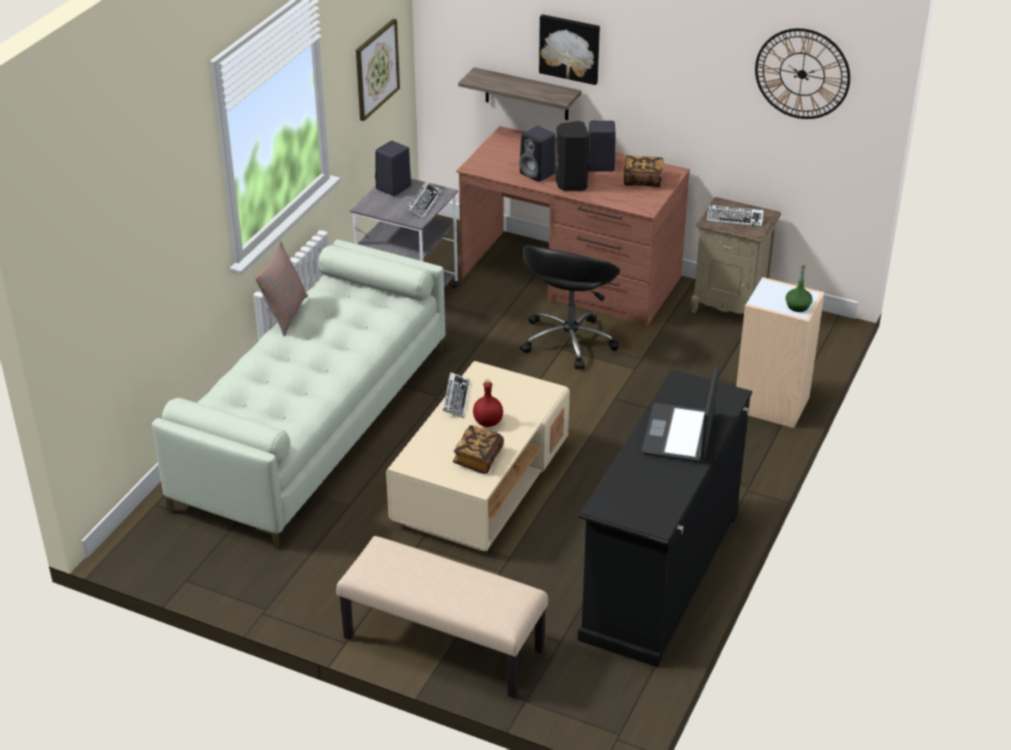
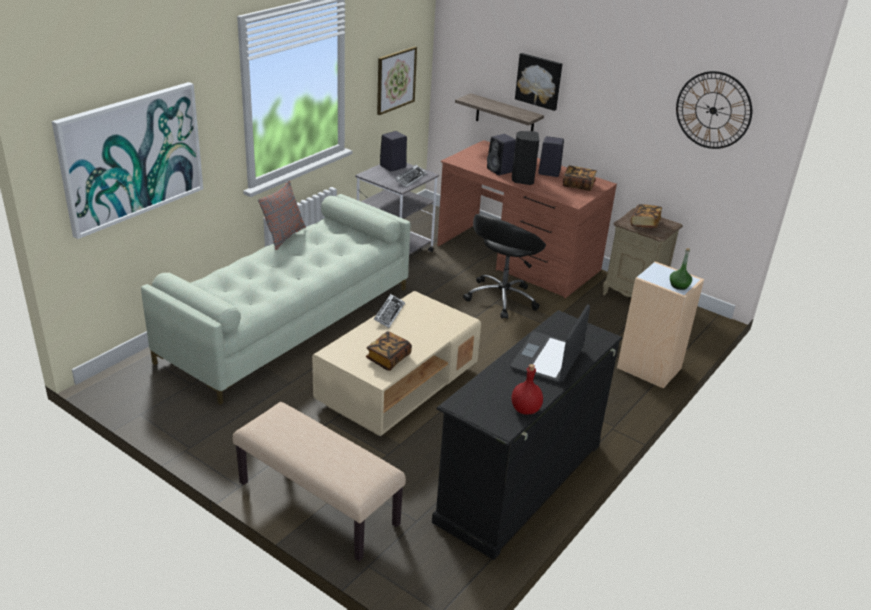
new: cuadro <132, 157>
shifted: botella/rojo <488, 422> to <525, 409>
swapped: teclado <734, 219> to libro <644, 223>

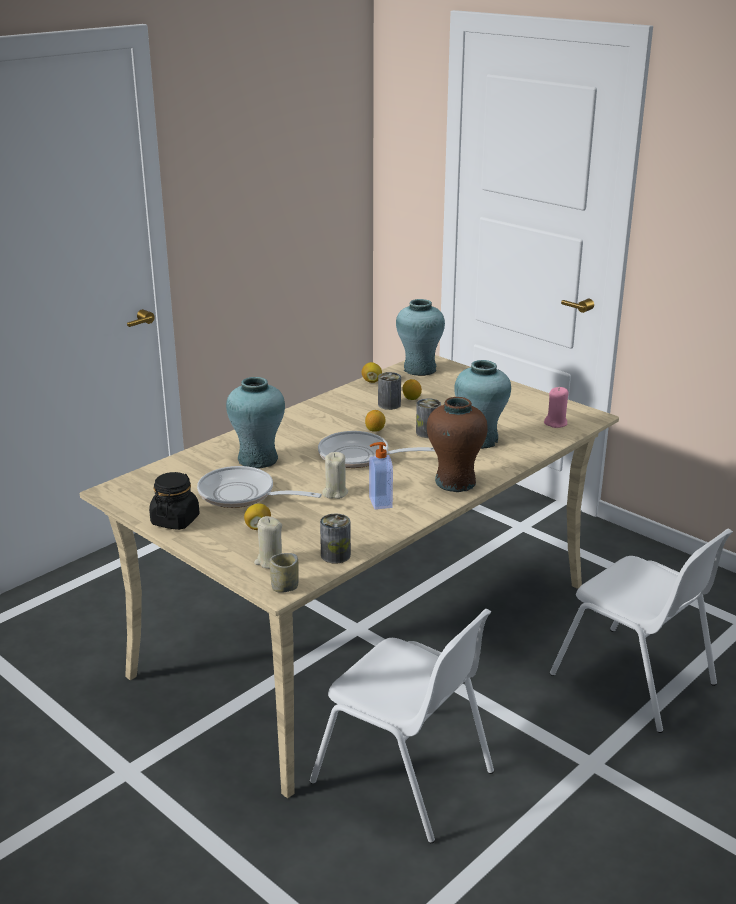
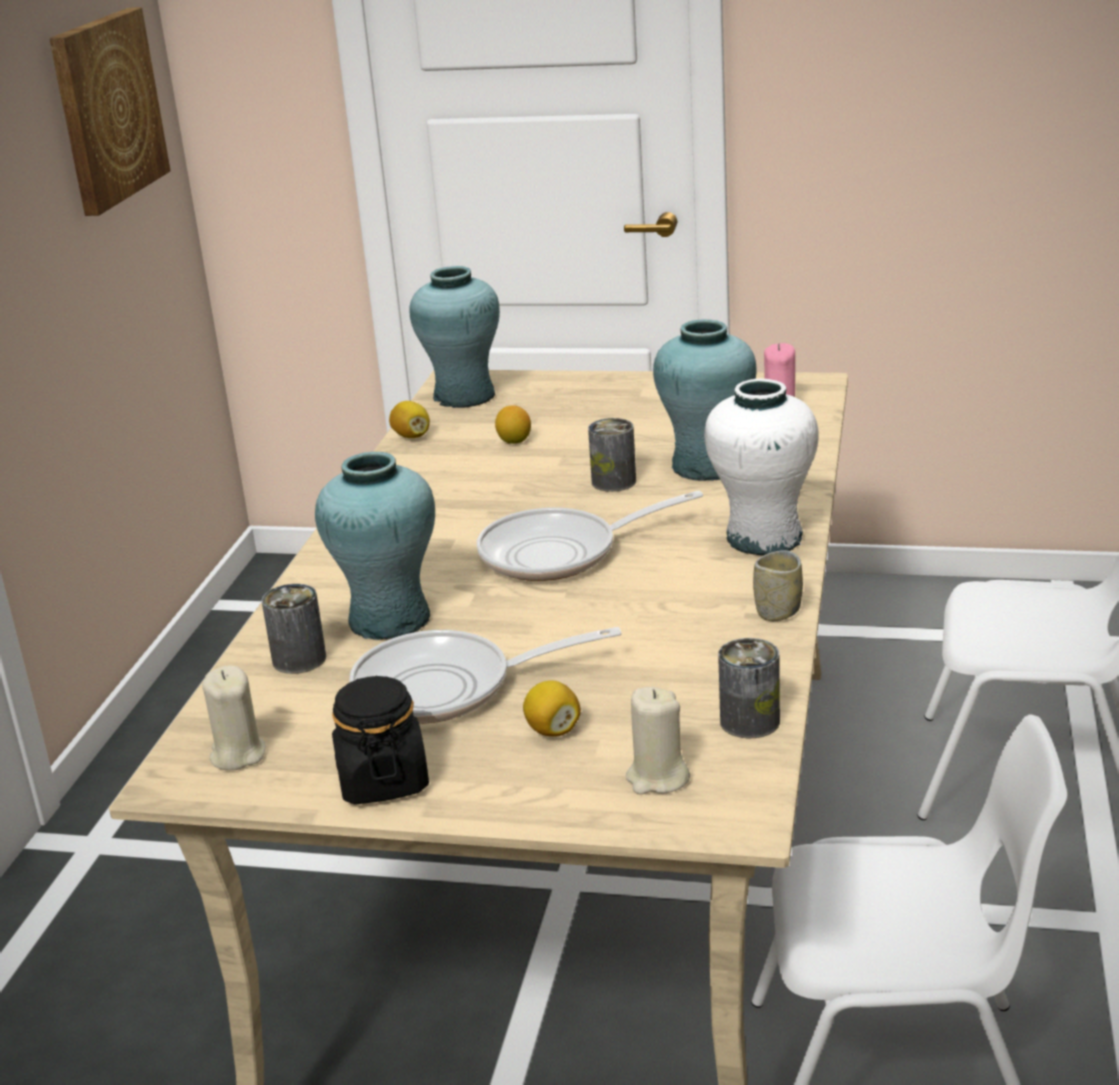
gone: limón <375, 430>; dispensador de jabón <379, 503>
new: cuadro <106, 109>
shifted: taza <285, 587> to <778, 612>; vela/beis <335, 493> to <237, 754>; lata <389, 404> to <299, 659>
repainted: florero/marrón <455, 482> to florero/blanco <763, 538>

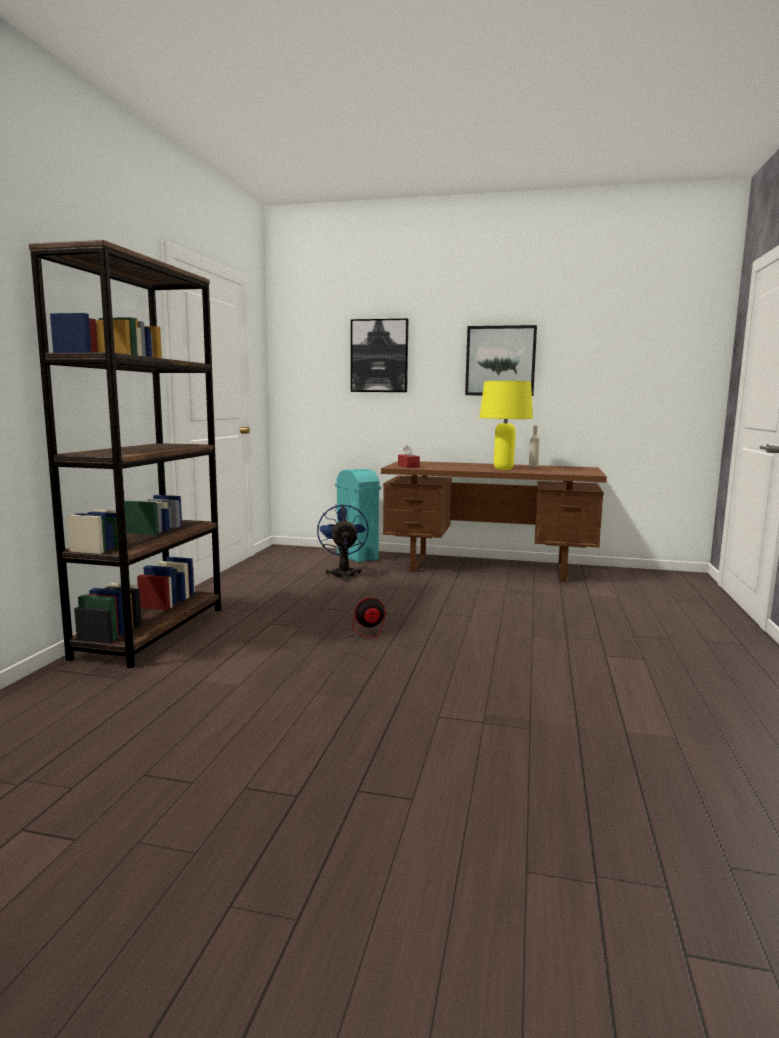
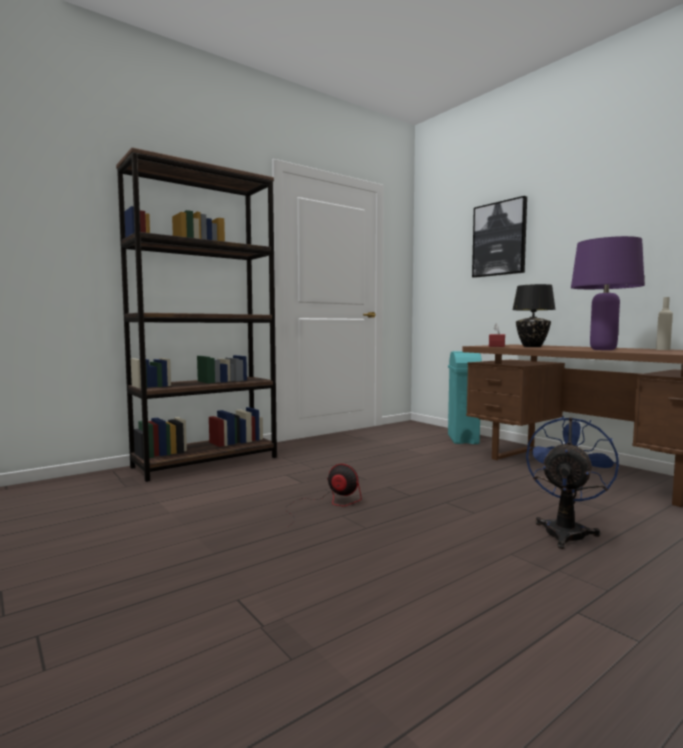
gone: cuadro <500, 361>
new: lámpara de mesa/negro <532, 346>
shifted: ventilador/azul <343, 573> to <566, 531>
repainted: lámpara de mesa/amarillo <503, 469> to lámpara de mesa/morado <602, 349>

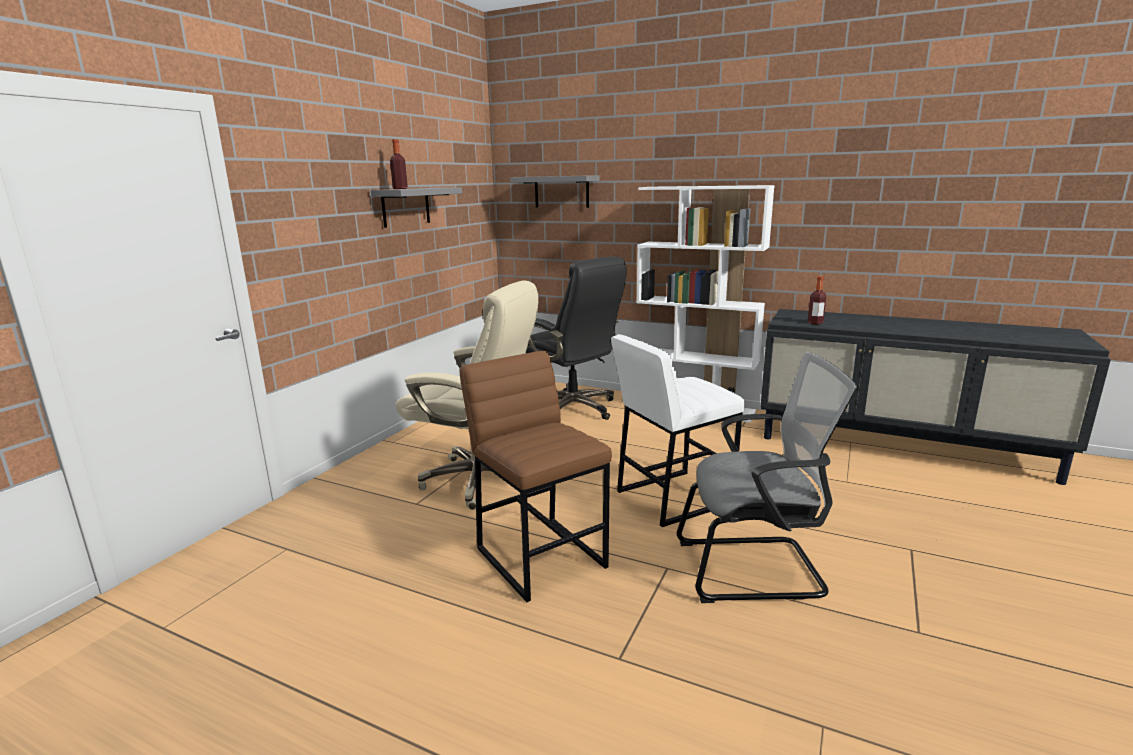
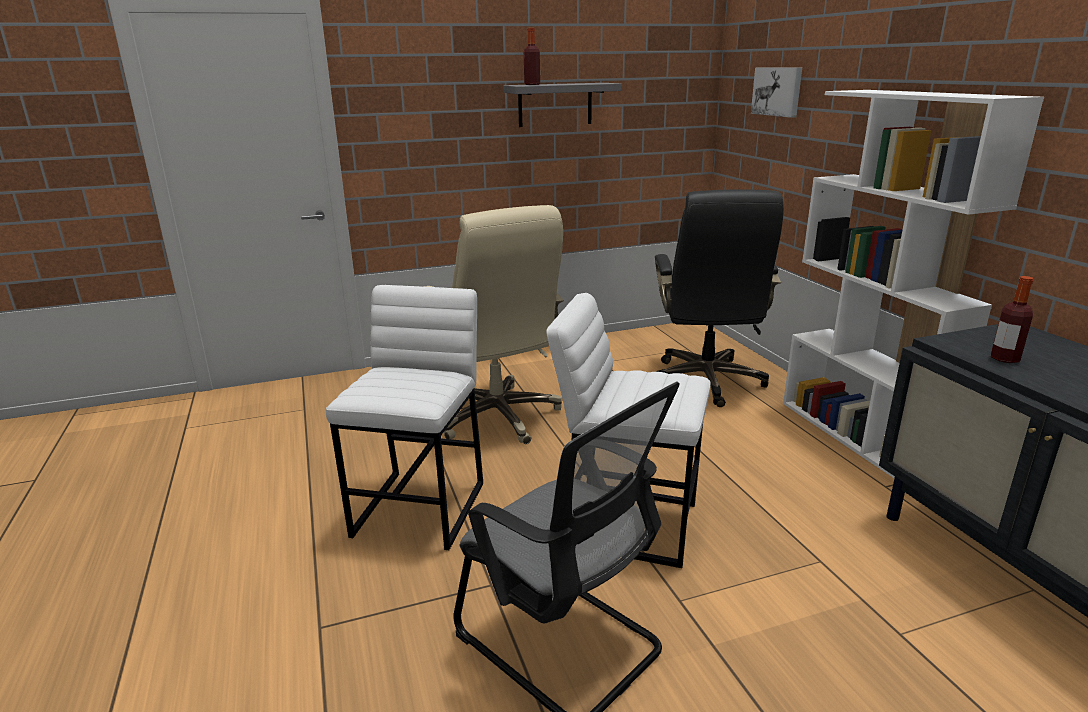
swapped: estante/gris <561, 191> to cuadro <778, 91>
repainted: silla/marrón <539, 556> to silla/blanco <421, 506>

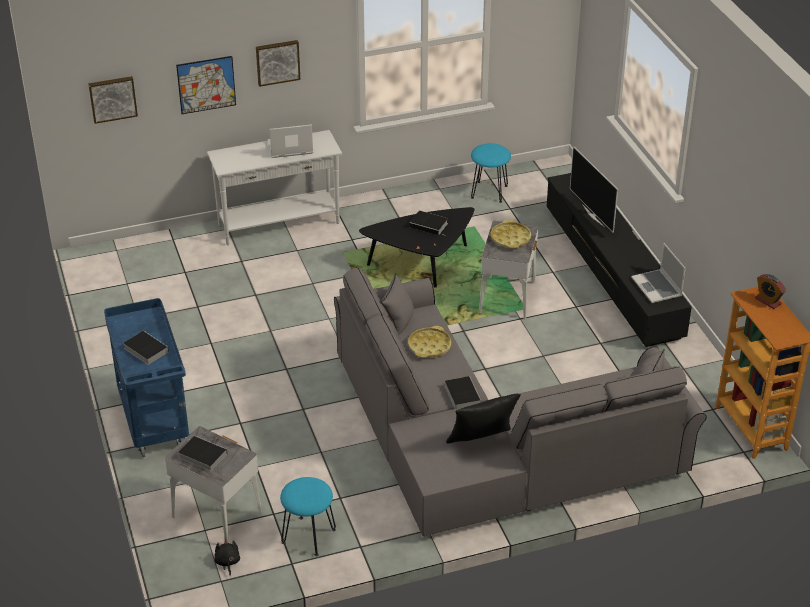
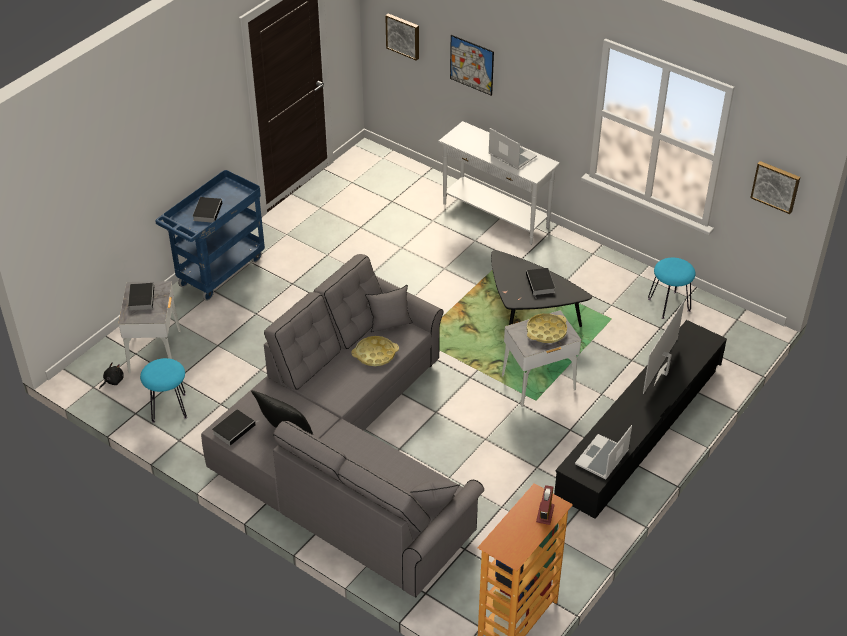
shifted: cuadro <277, 62> to <776, 186>; libro <461, 394> to <234, 428>

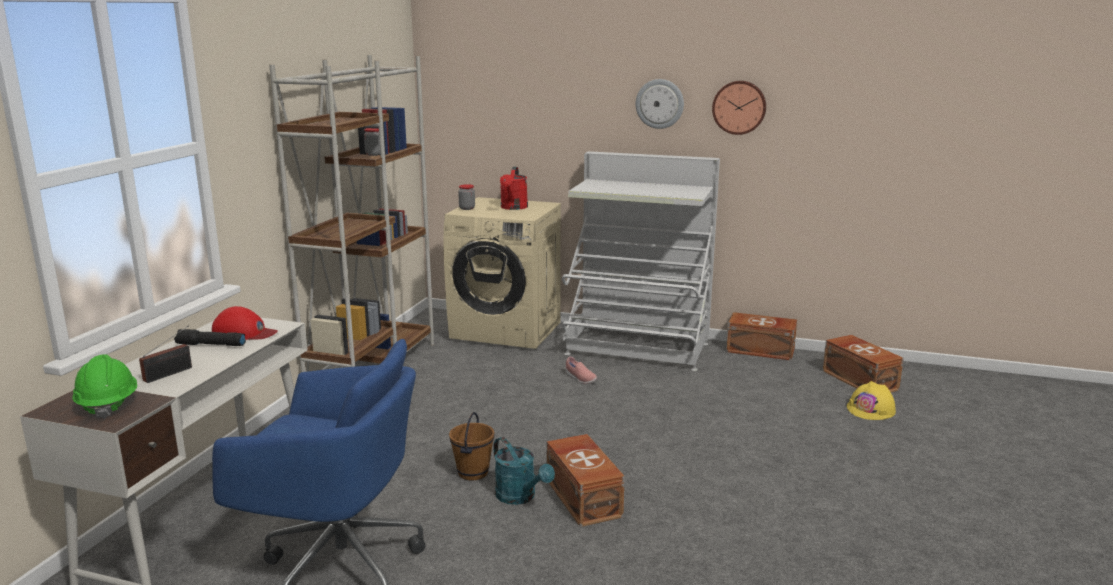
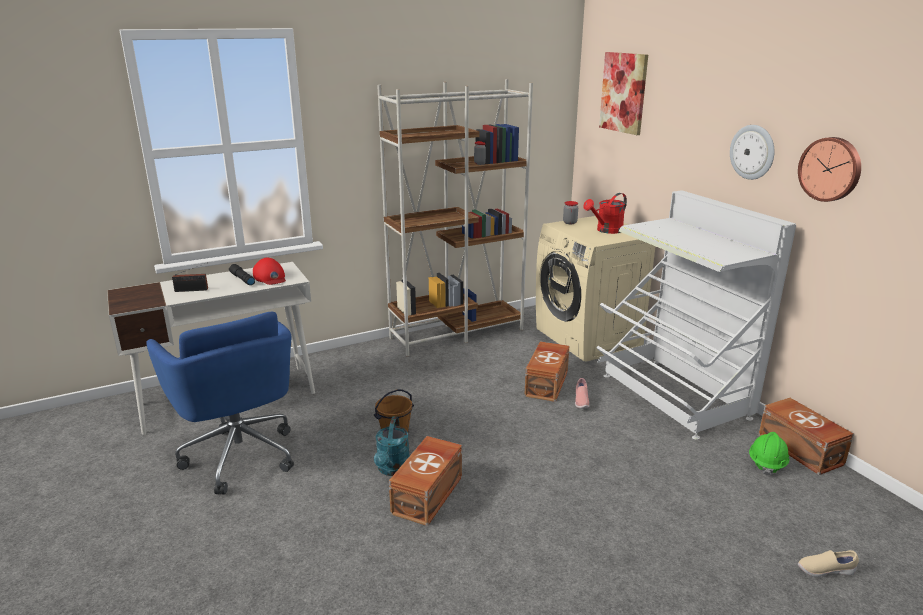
new: cuadro <624, 92>
shifted: casco/verde <108, 404> to <767, 463>; caja de almacenaje/marrón <859, 379> to <547, 383>
swapped: casco/amarillo <871, 409> to zapato/beis <824, 570>

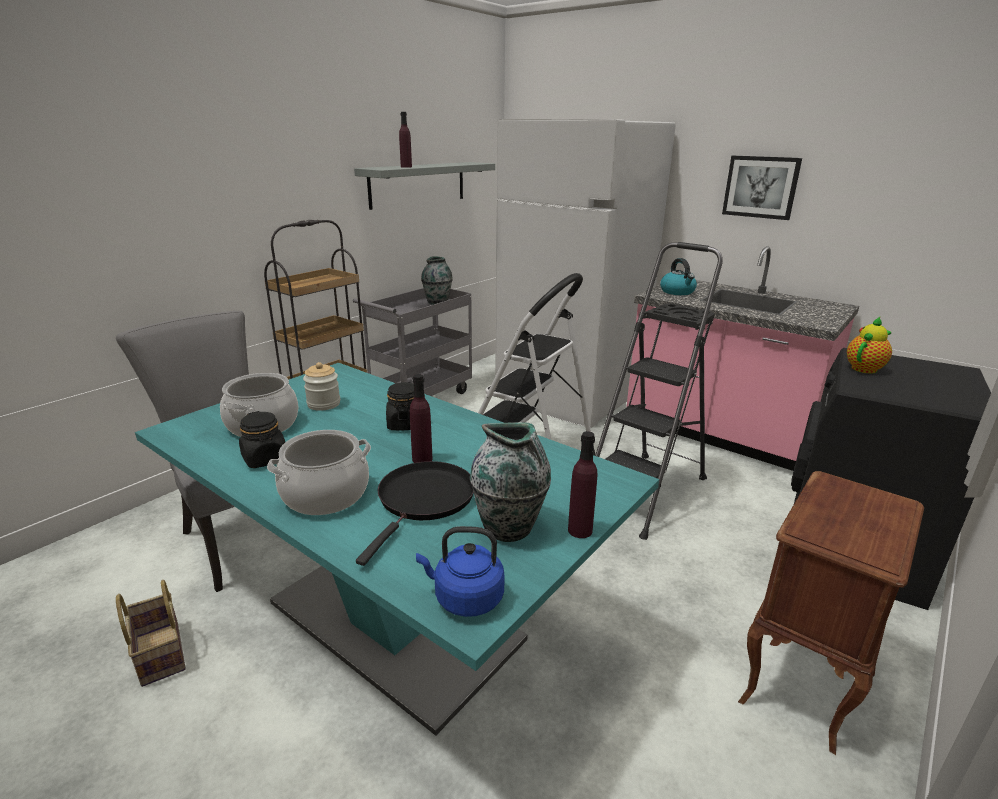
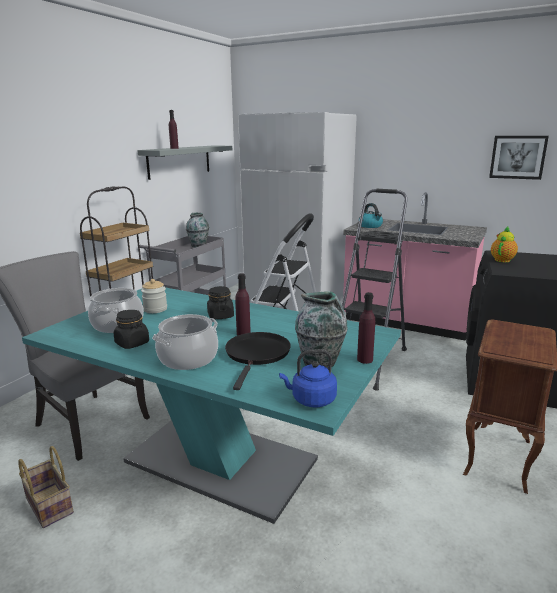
shifted: cuadro <761, 187> to <518, 157>

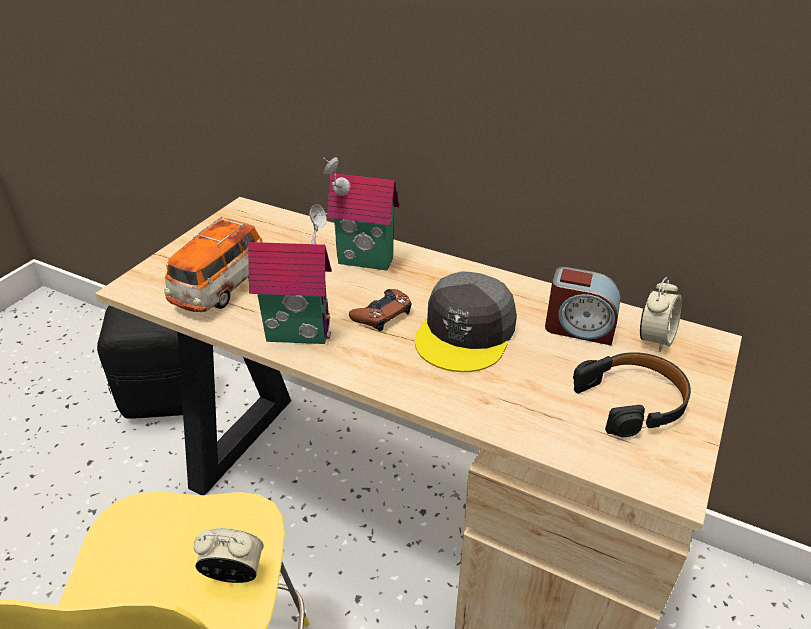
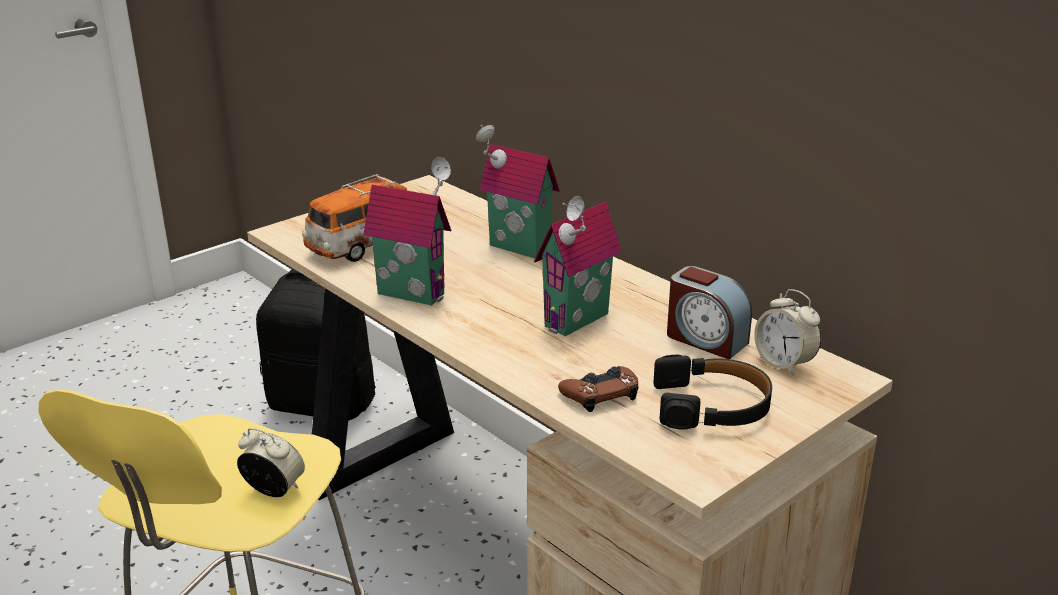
shifted: mando de consola/marrón <382, 314> to <600, 394>
swapped: gorra/gris <466, 332> to casita <579, 322>
rotated: despertador <654, 339> = <784, 363> 90 degrees clockwise

